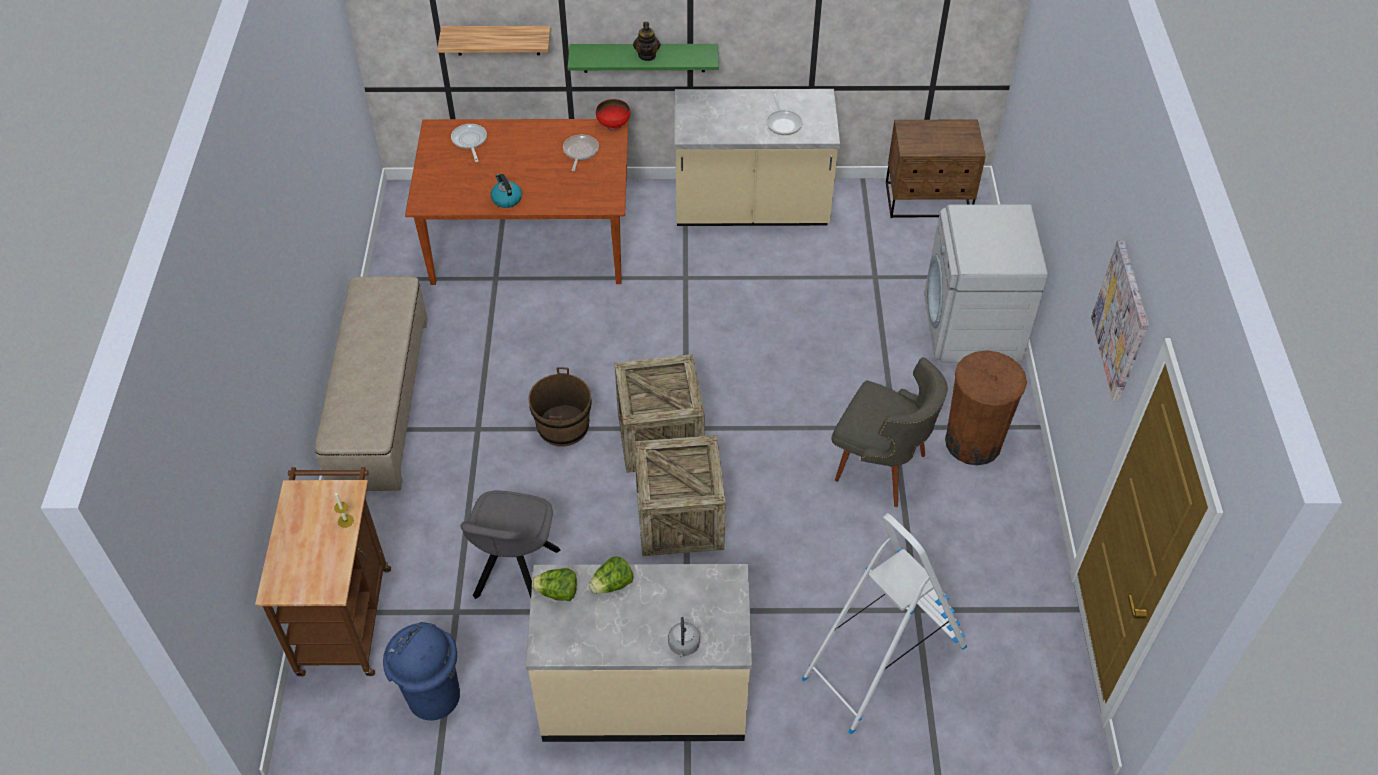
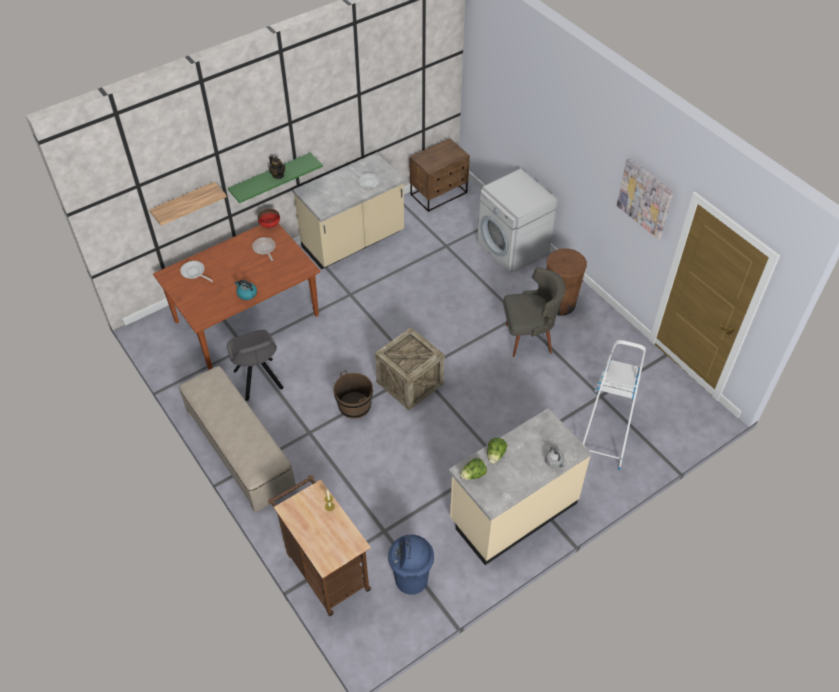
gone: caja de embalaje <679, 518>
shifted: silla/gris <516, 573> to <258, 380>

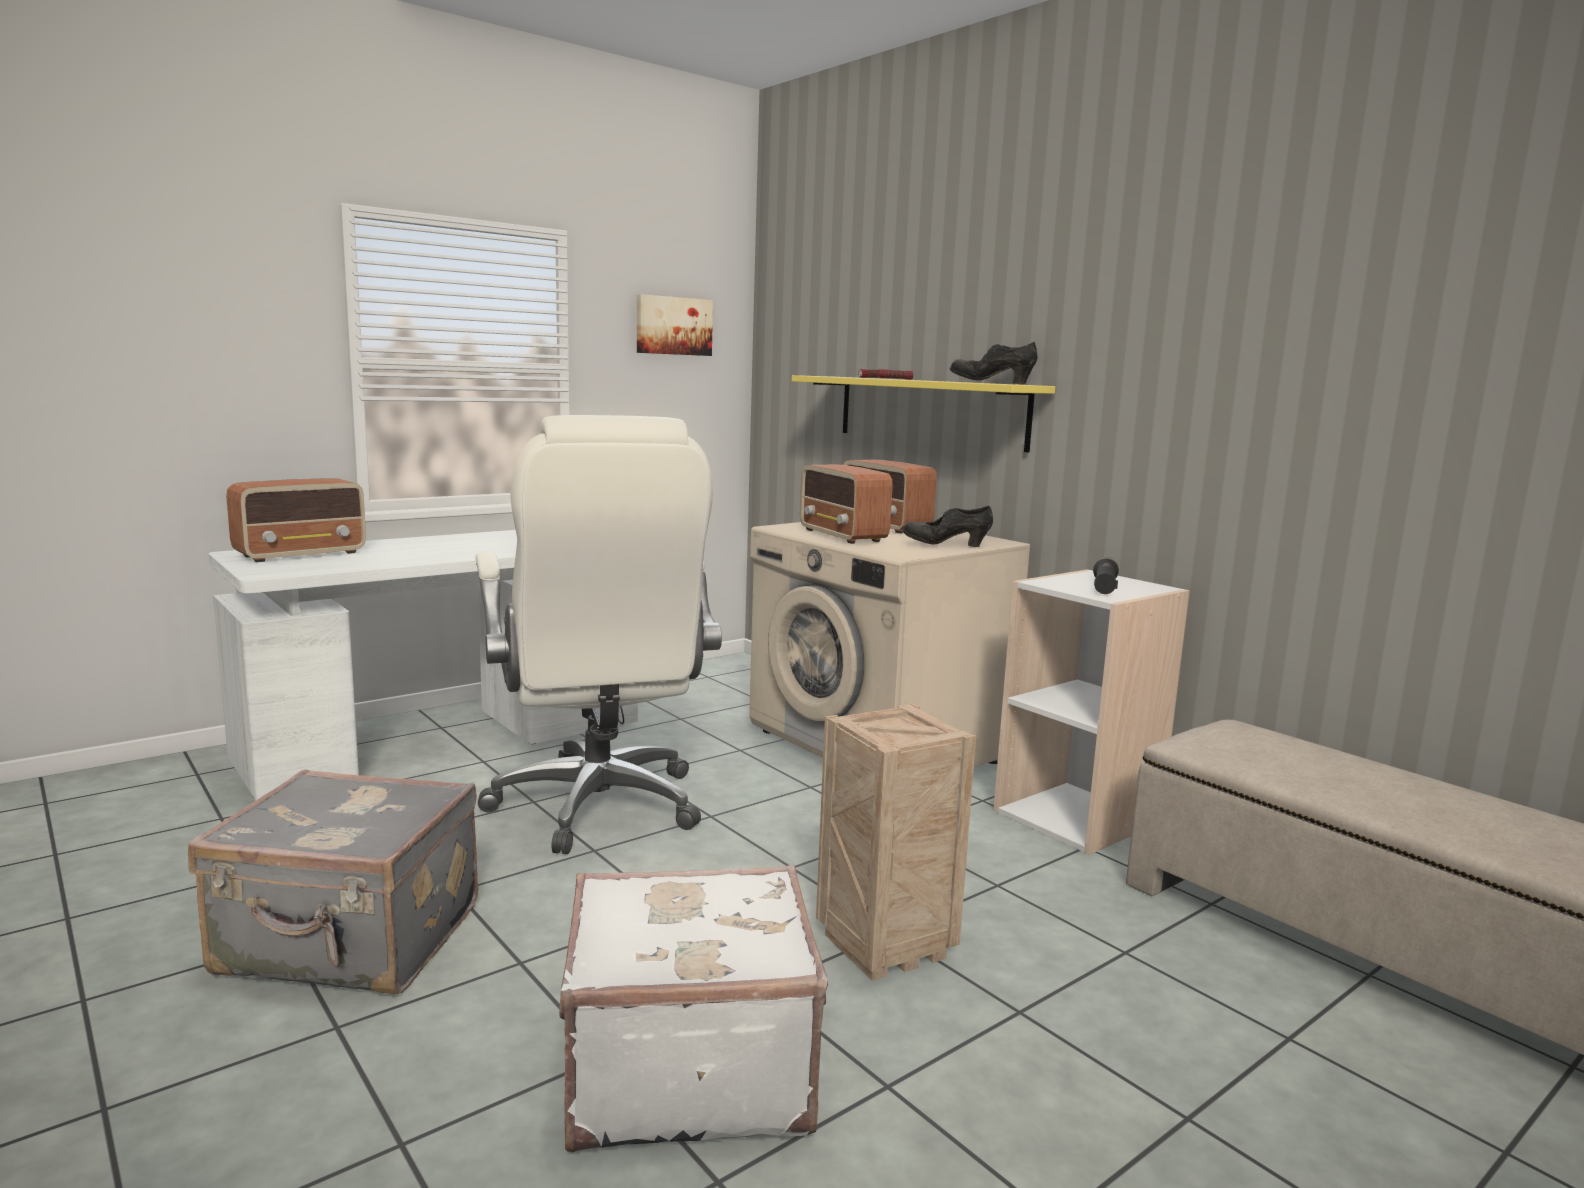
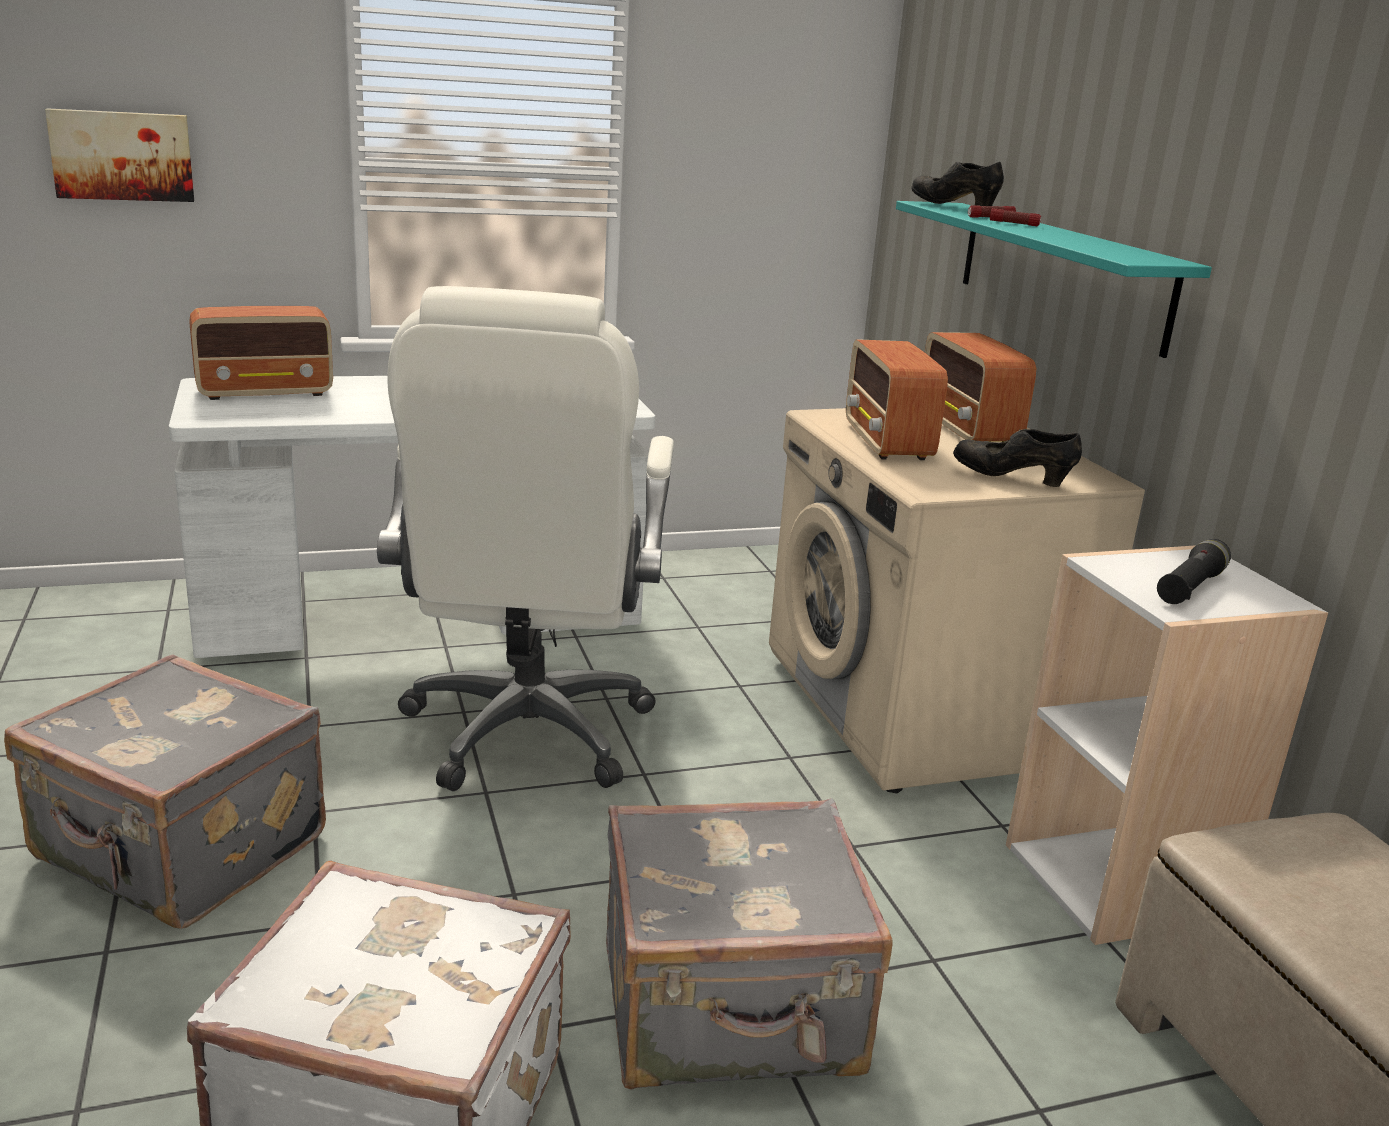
shifted: cuadro <673, 326> to <122, 155>; zapato/negro <991, 383> to <953, 207>
swapped: caja de embalaje <886, 945> to maleta/gris <731, 1011>
repainted: estante/amarillo <929, 411> to estante/turquesa <1060, 273>

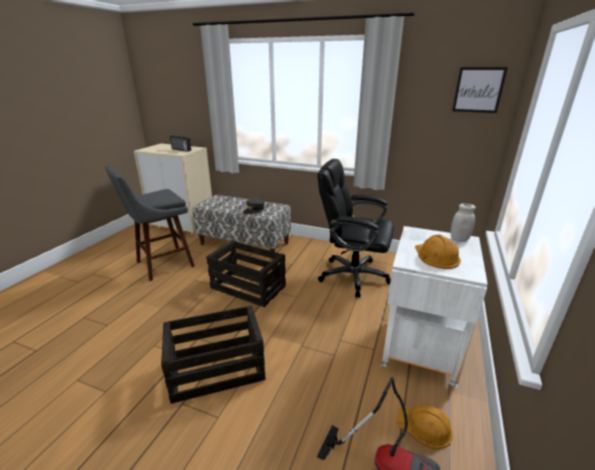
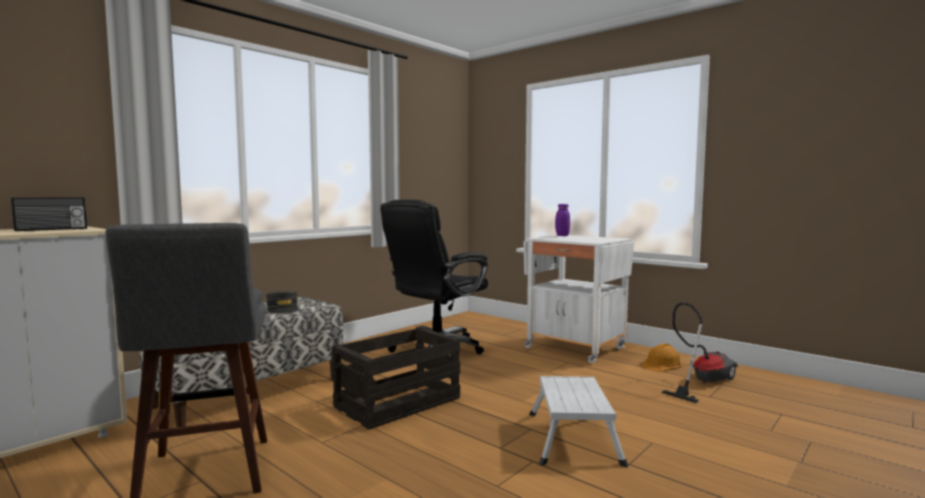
gone: casco/naranja <436, 256>; cuadro <478, 90>
swapped: caja de embalaje <217, 369> to escalera de tijera/blanco <573, 437>
repainted: tarro/blanco <459, 239> to tarro/morado <562, 235>

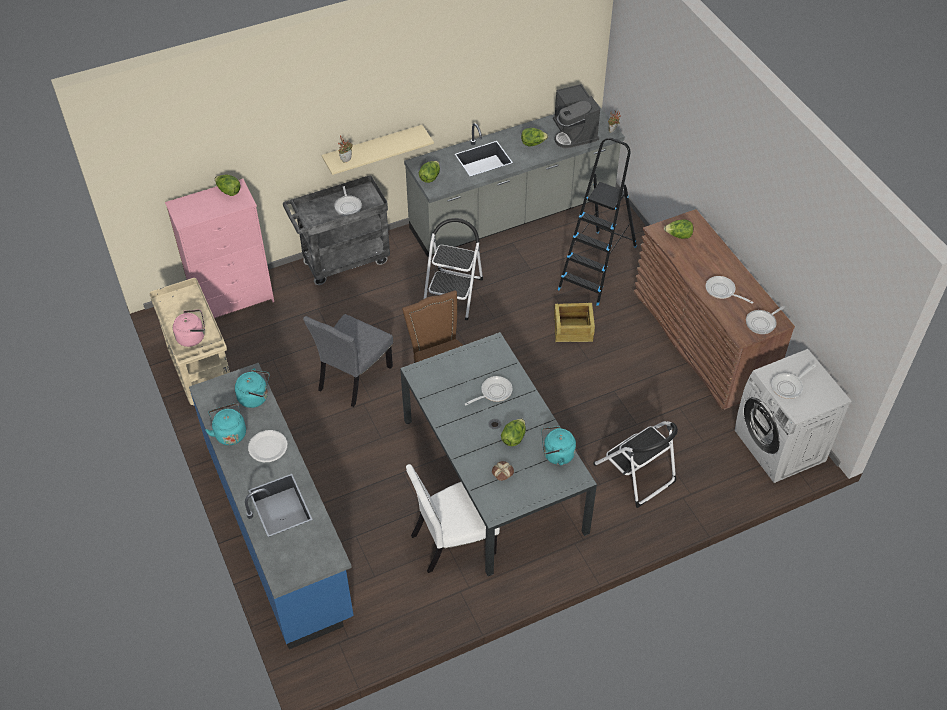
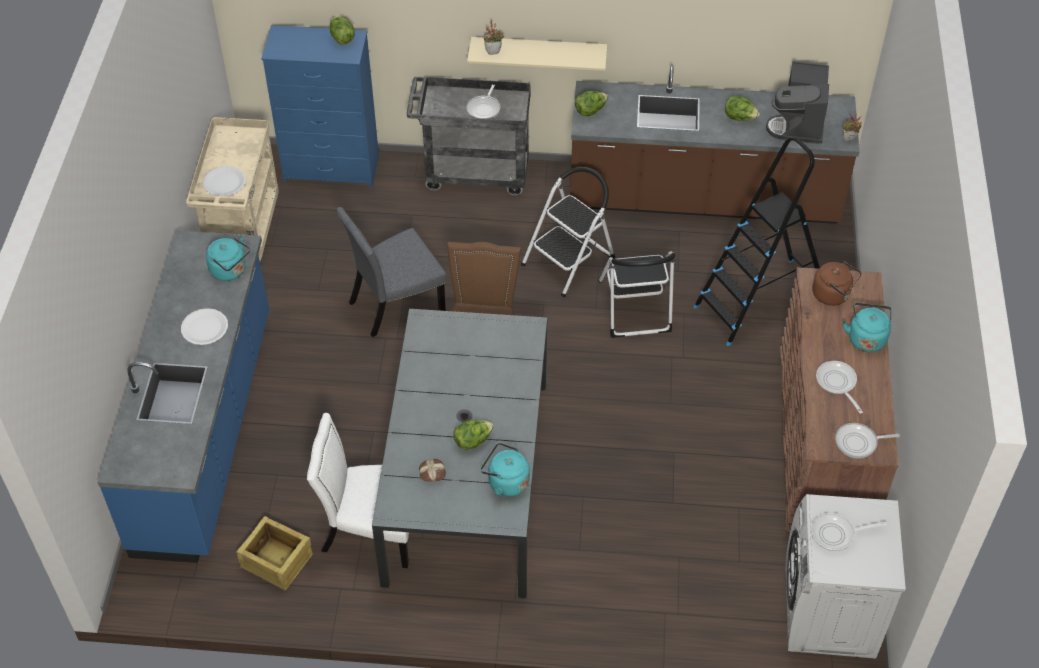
gone: sartén <493, 392>
shifted: hervidor/turquesa <229, 433> to <866, 338>; caja de embalaje <573, 330> to <277, 562>; escalera de tijera <636, 474> to <634, 308>
swapped: hervidor/rosa <193, 337> to plato/blanco <224, 182>; lechuga <678, 236> to hervidor/marrón <833, 295>
repainted: cómoda/rosa <234, 301> to cómoda/azul <332, 170>; mueble bajo de cocina/gris <513, 215> to mueble bajo de cocina/marrón <703, 200>

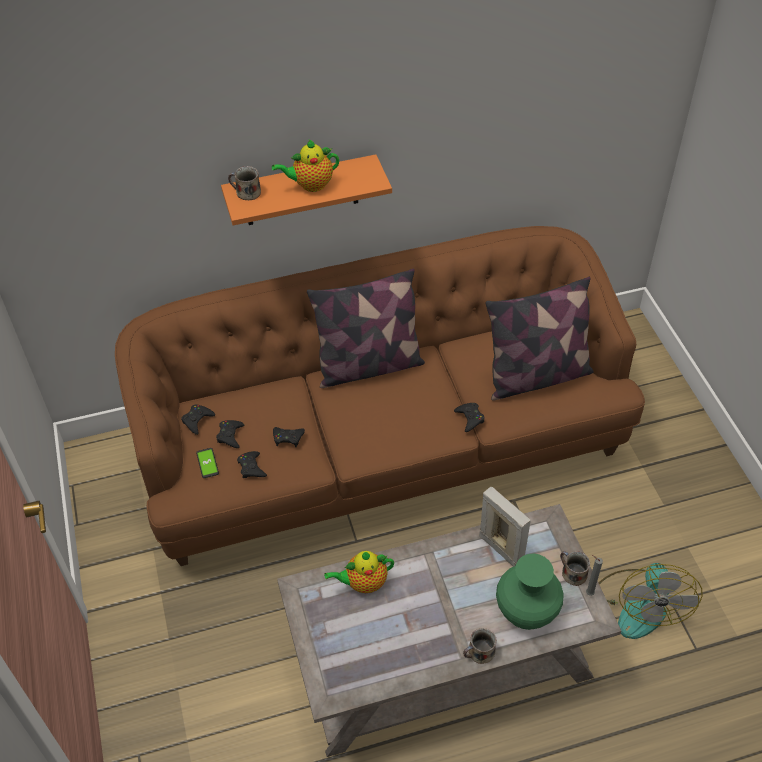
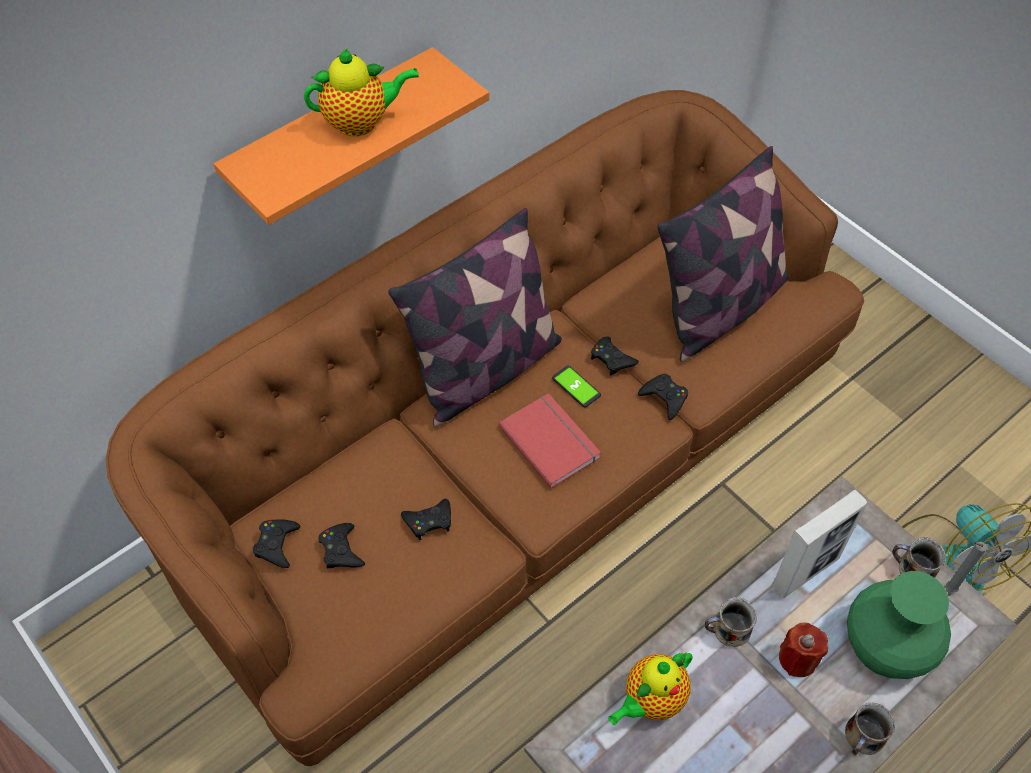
new: libro/rojo <551, 440>; vela/rojo <798, 659>
shifted: móvil <207, 463> to <576, 387>; taza grande <247, 192> to <729, 630>; mando de consola/negro <251, 467> to <612, 359>
rotated: tetera <310, 185> = <361, 122> 150 degrees counterclockwise; portarretratos <501, 549> = <805, 572> 120 degrees clockwise

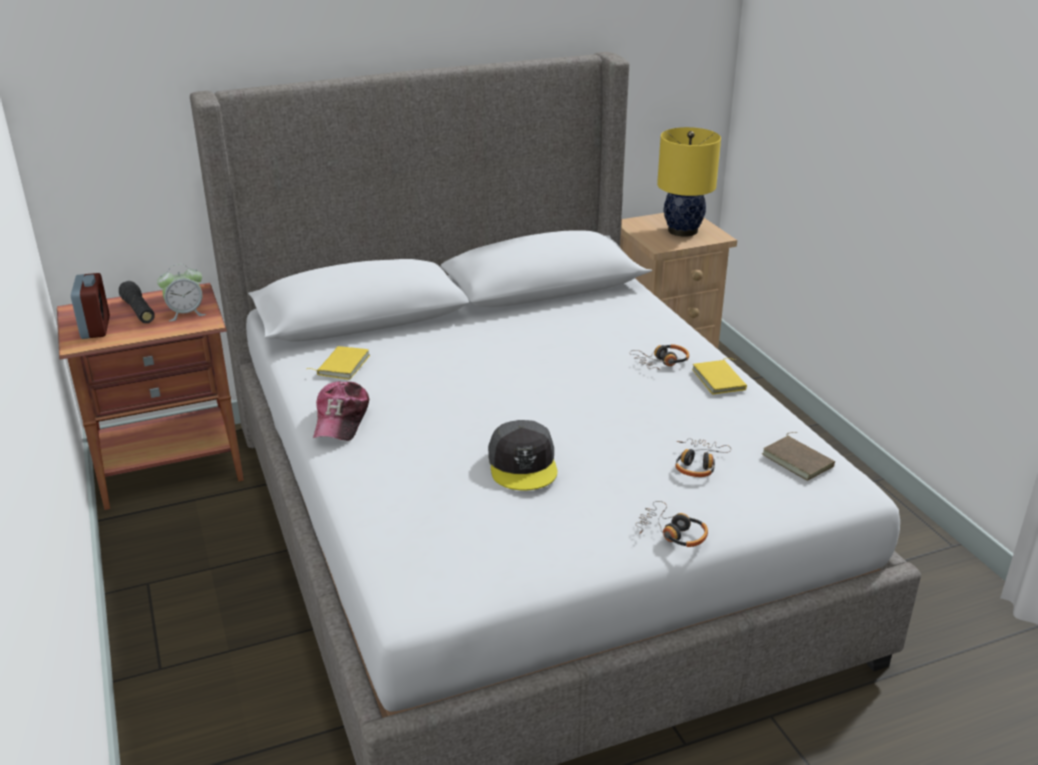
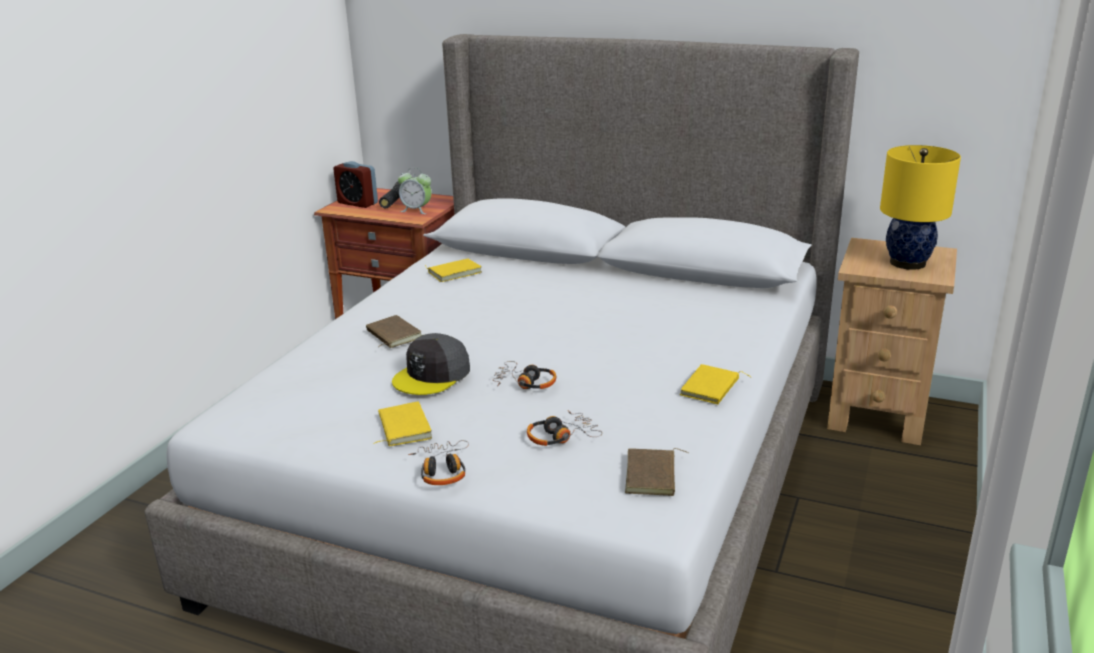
gone: gorra <341, 420>
new: libro/marrón <392, 335>; libro/amarillo <402, 428>
shifted: auriculares <661, 362> to <525, 383>
rotated: despertador <95, 328> = <357, 203> 90 degrees clockwise

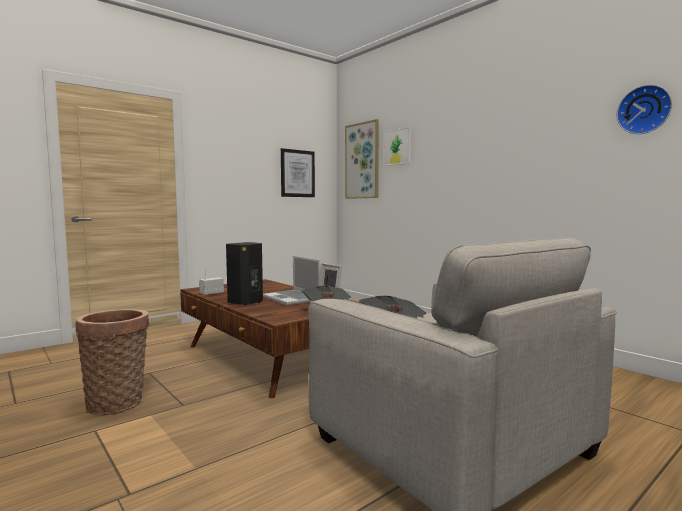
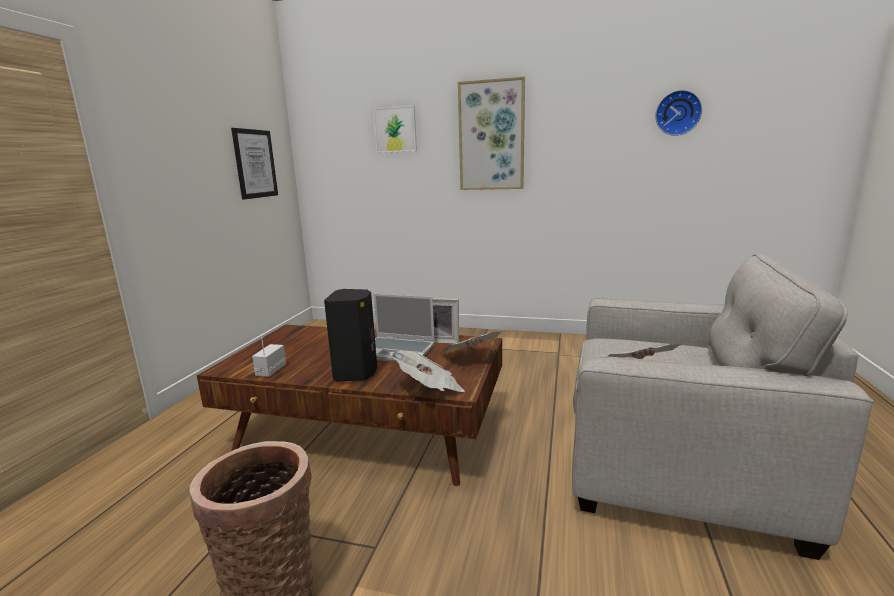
new: periódico <429, 388>
shifted: cuadro <362, 161> to <491, 136>

